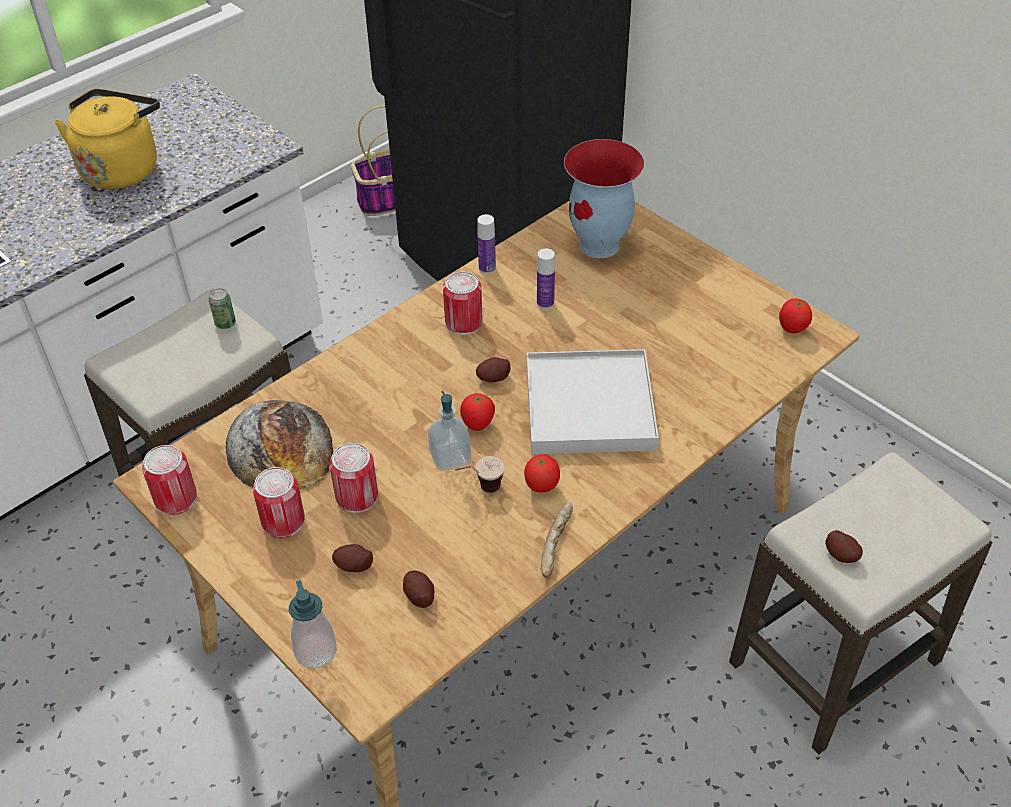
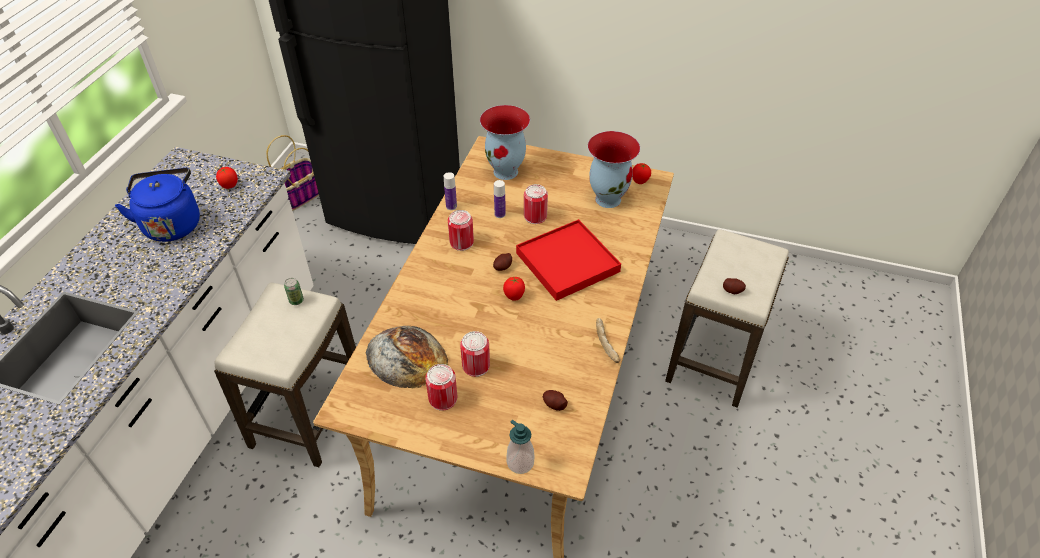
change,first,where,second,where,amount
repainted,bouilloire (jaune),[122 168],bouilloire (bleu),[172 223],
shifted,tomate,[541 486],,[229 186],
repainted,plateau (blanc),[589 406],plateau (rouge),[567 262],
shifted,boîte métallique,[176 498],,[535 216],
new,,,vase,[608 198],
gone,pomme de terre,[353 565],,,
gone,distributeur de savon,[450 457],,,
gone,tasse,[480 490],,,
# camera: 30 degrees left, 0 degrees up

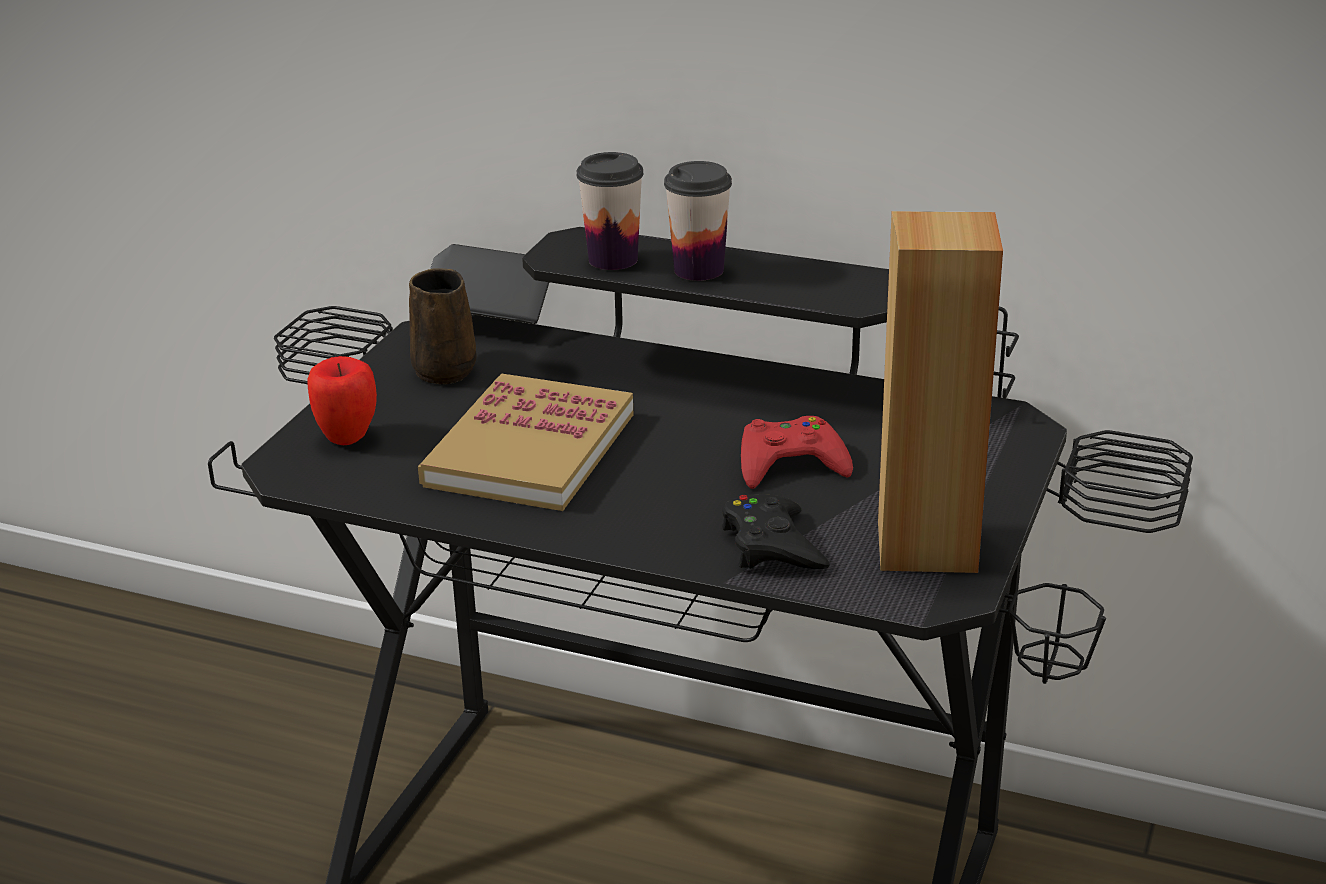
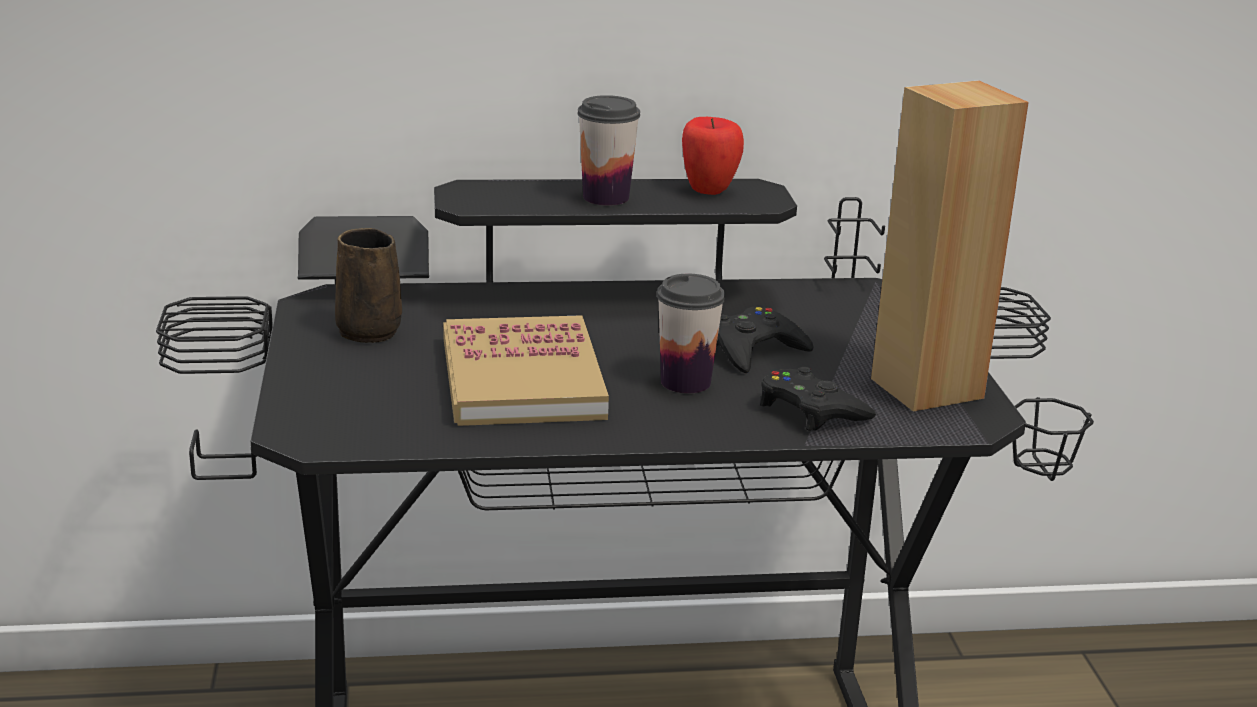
change,first,where,second,where,amount
shifted,tasse,[613 259],,[685 382],
shifted,pomme,[347 437],,[709 190],
repainted,manette (rouge),[790 464],manette (noir),[754 350],
# camera: 30 degrees left, 5 degrees down

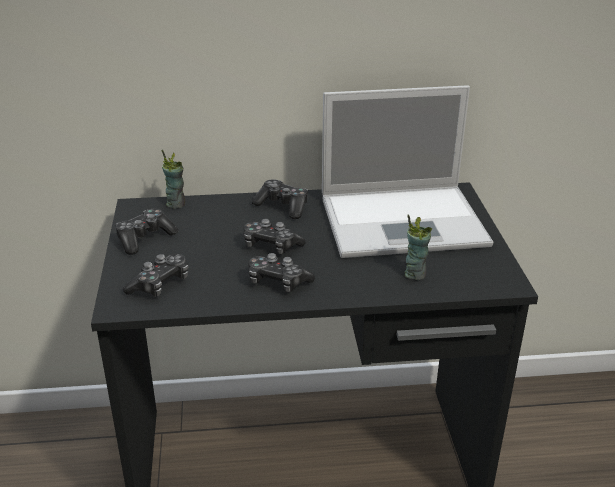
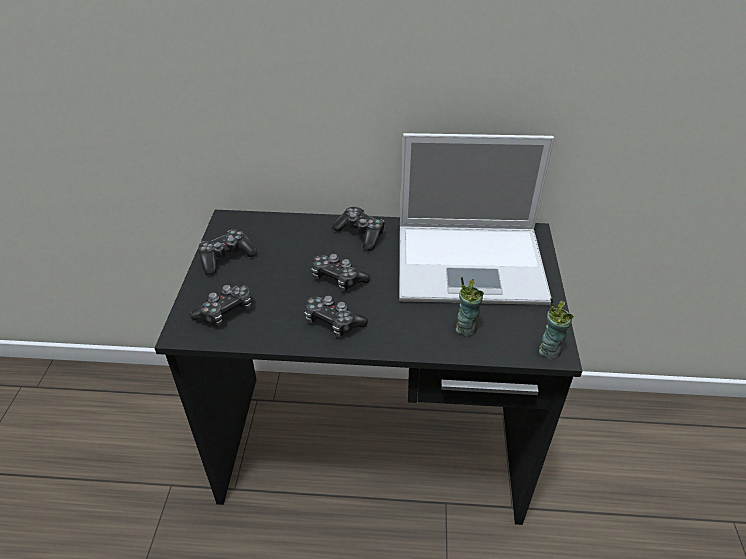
change,first,where,second,where,amount
shifted,tasse,[176 203],,[549 350],
# camera: 10 degrees right, 10 degrees up

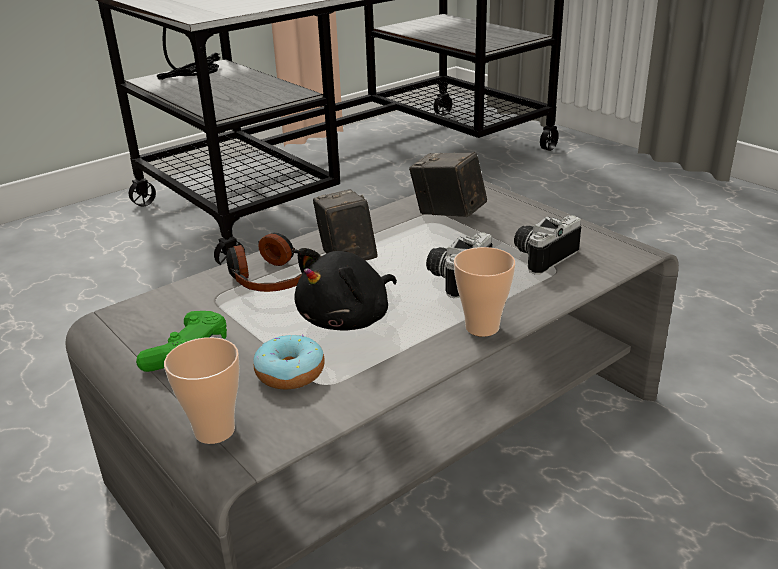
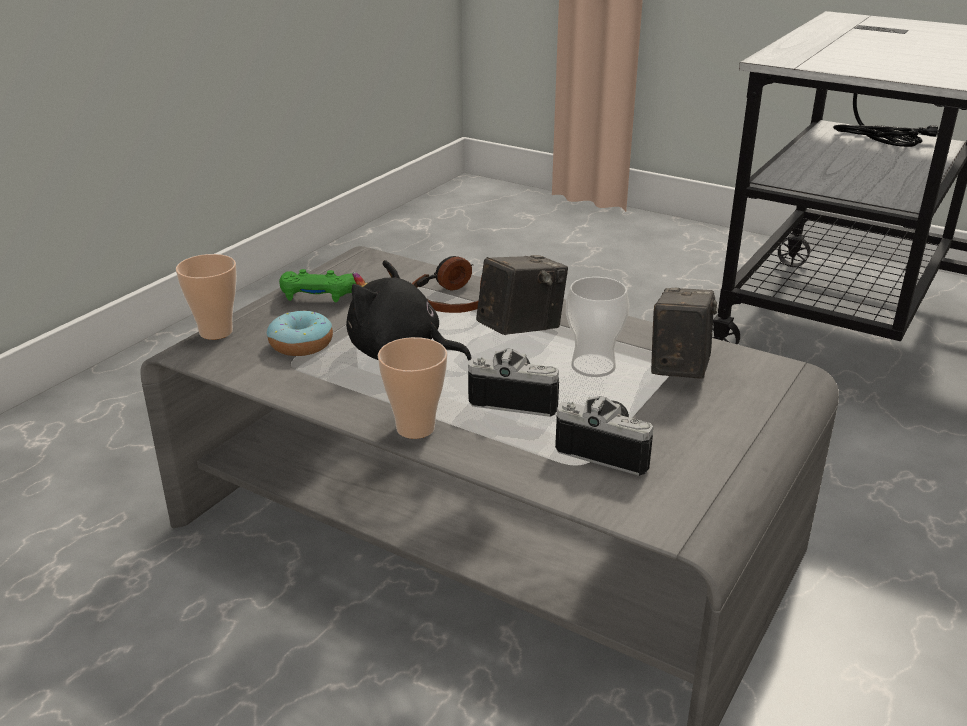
change,first,where,second,where,amount
new,,,tasse,[593 366],
# camera: 70 degrees right, 0 degrees up

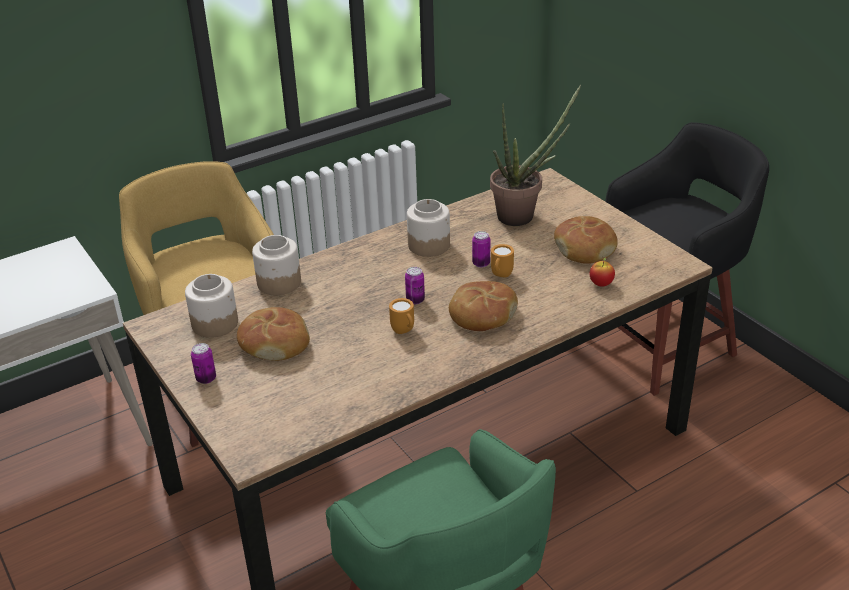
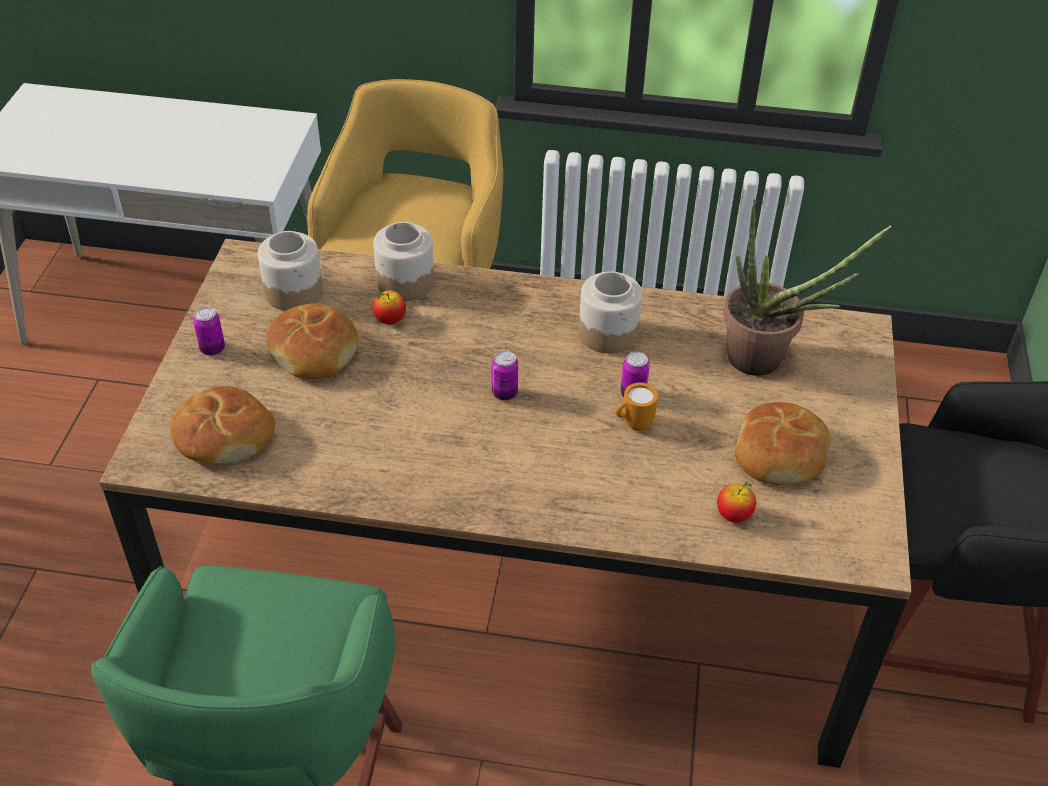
change,first,where,second,where,amount
shifted,pain,[482 315],,[223 436],
new,,,pomme,[390 320],
gone,mug (orange),[404 332],,,
# camera: 40 degrees right, 10 degrees up

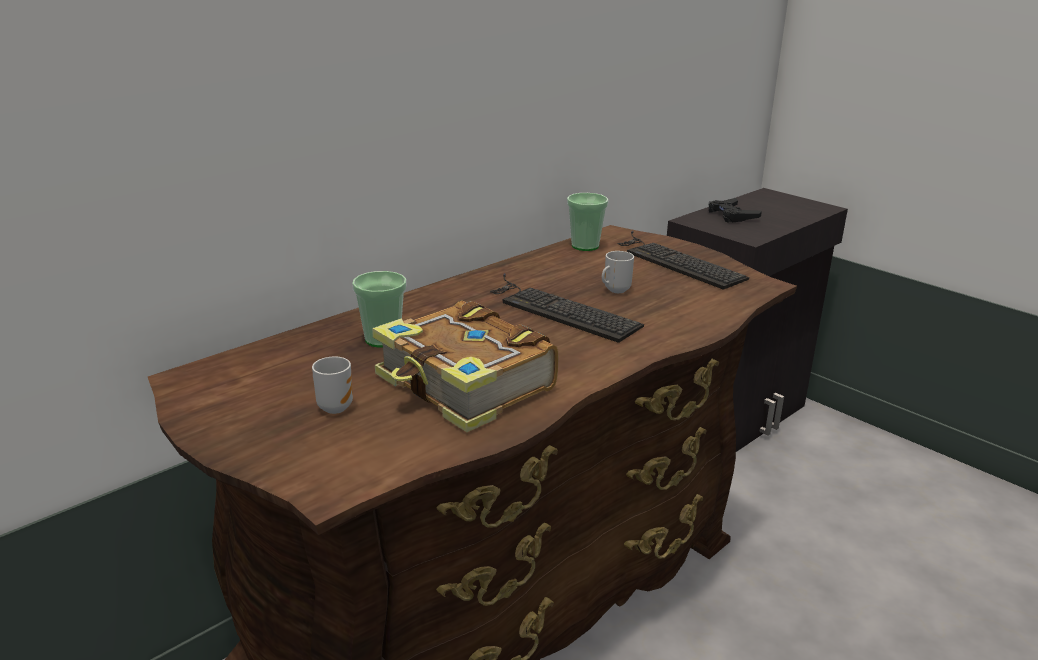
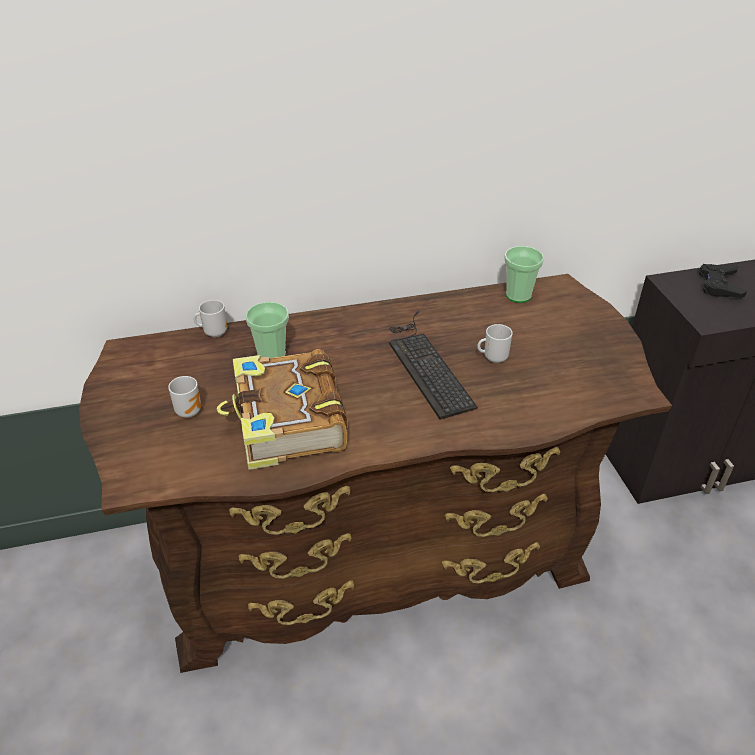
change,first,where,second,where,amount
new,,,mug,[214 332],
gone,clavier,[674 261],,,
# camera: 30 degrees right, 15 degrees up

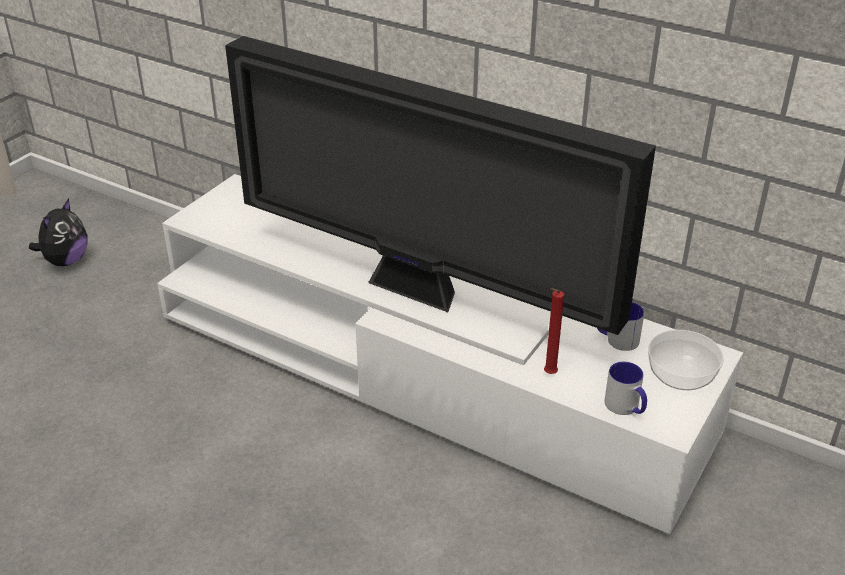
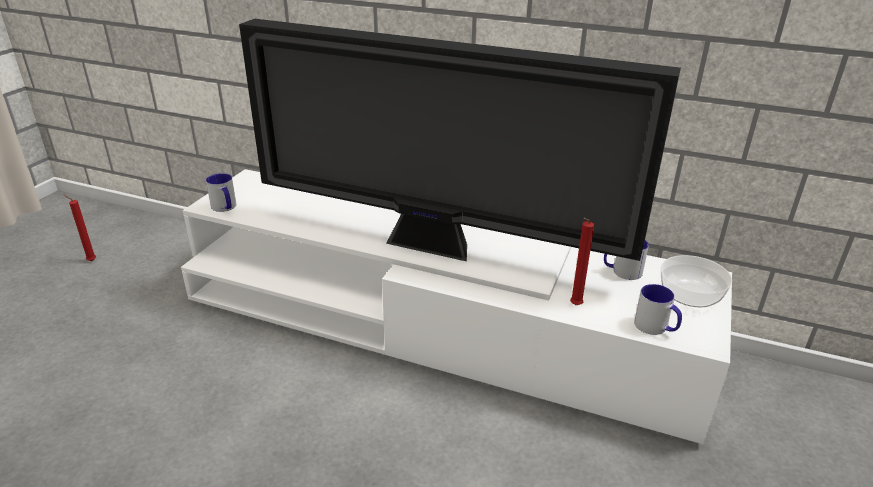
change,first,where,second,where,amount
swapped,peluche,[66 261],bougie (rouge),[90 261],
new,,,mug,[225 208],
# camera: 10 degrees left, 5 degrees down

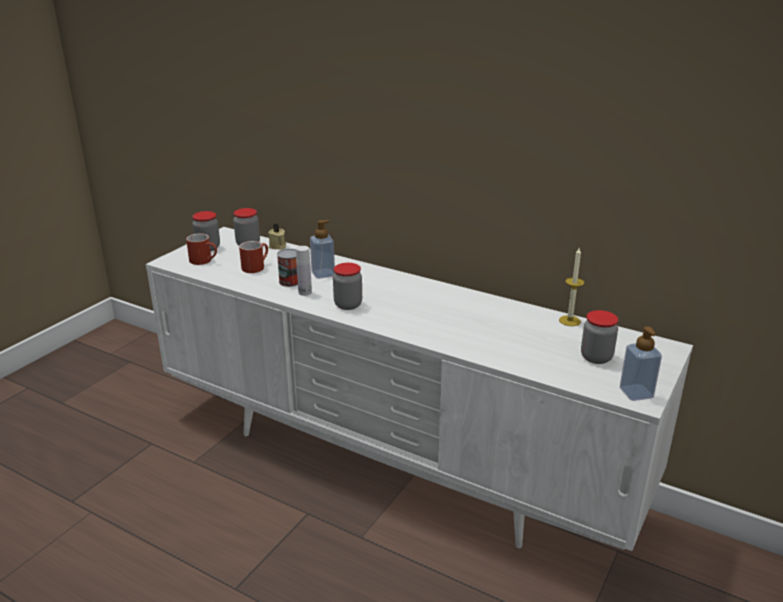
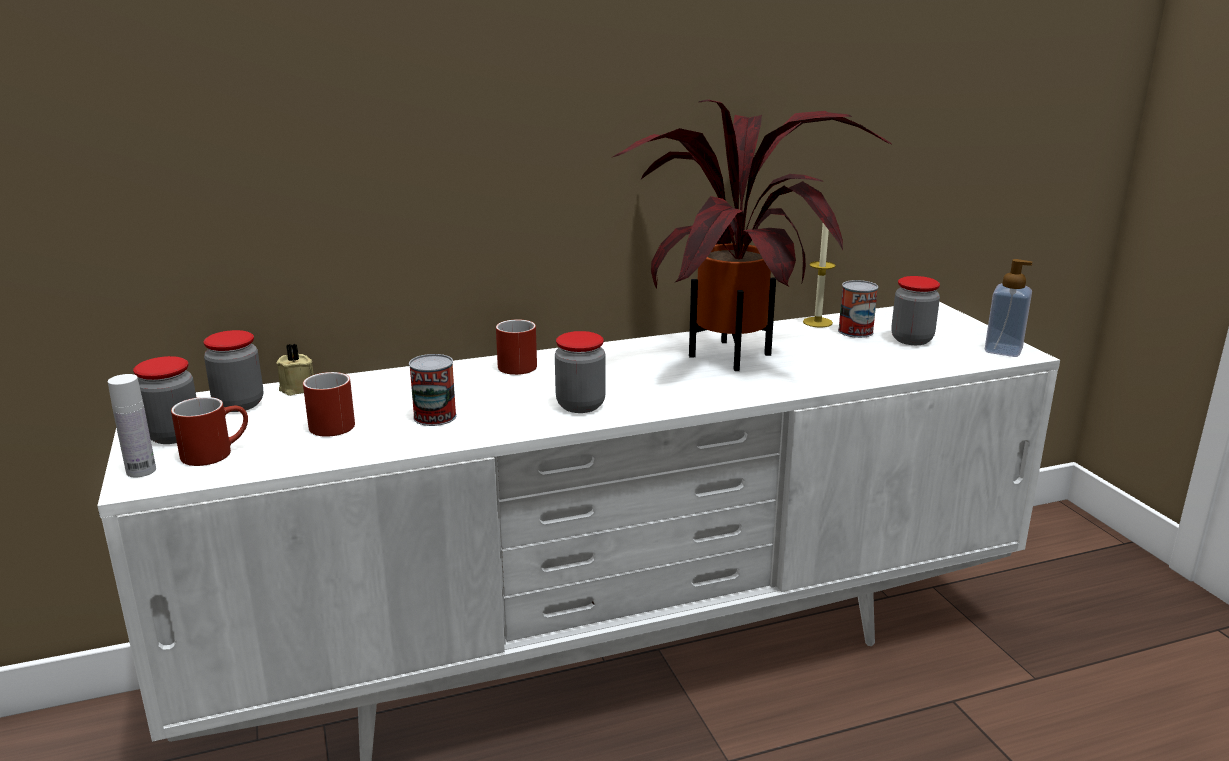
change,first,where,second,where,amount
shifted,bouteille (blanc),[305 292],,[141 471],
new,,,mug (rouge),[519 364],
new,,,plante en pot,[734 359],
new,,,boîte métallique,[855 331],
gone,distributeur de savon,[323 274],,,
# camera: 50 degrees left, 5 degrees down

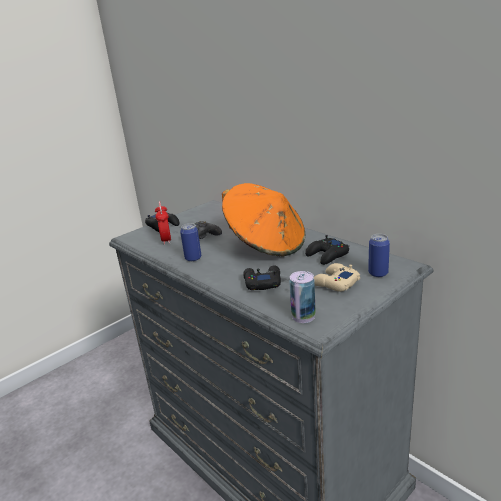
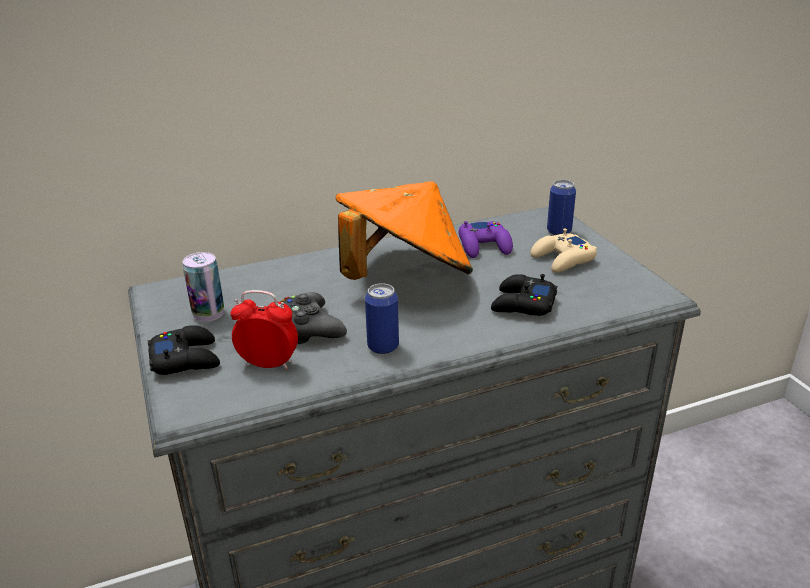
change,first,where,second,where,amount
shifted,boîte métallique,[303 316],,[208 313],
repainted,manette (noir),[327 255],manette (violet),[484 246],
# camera: 70 degrees left, 5 degrees up

